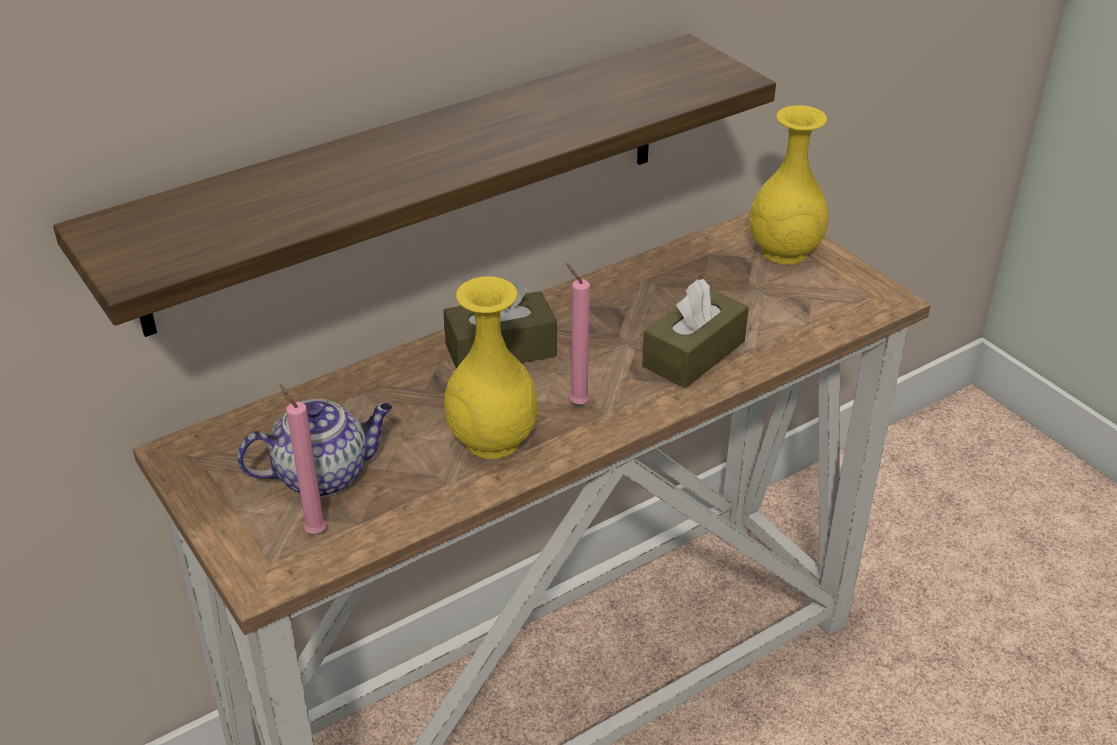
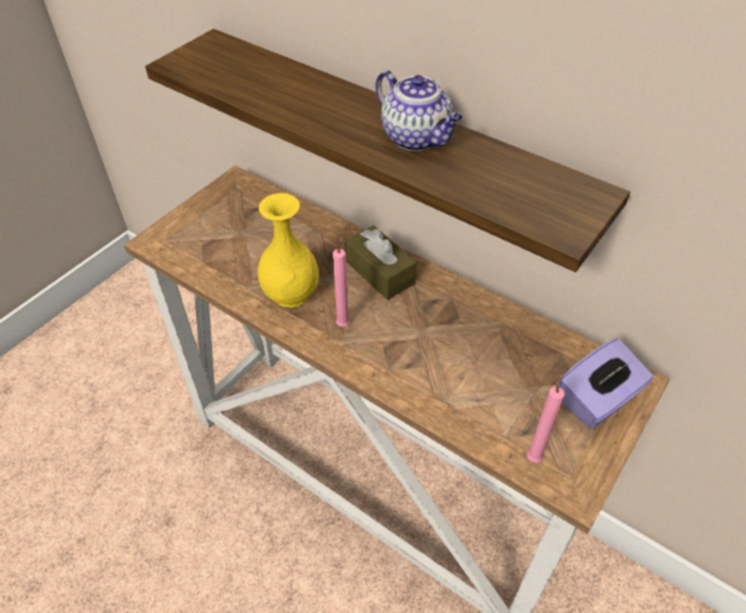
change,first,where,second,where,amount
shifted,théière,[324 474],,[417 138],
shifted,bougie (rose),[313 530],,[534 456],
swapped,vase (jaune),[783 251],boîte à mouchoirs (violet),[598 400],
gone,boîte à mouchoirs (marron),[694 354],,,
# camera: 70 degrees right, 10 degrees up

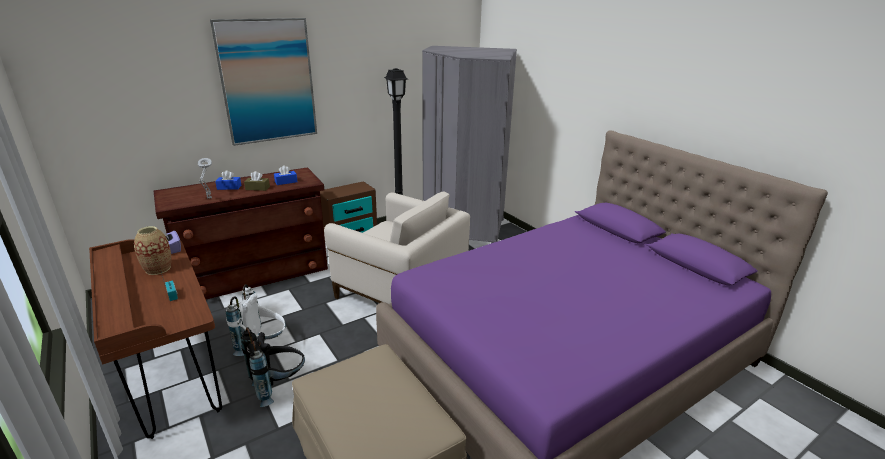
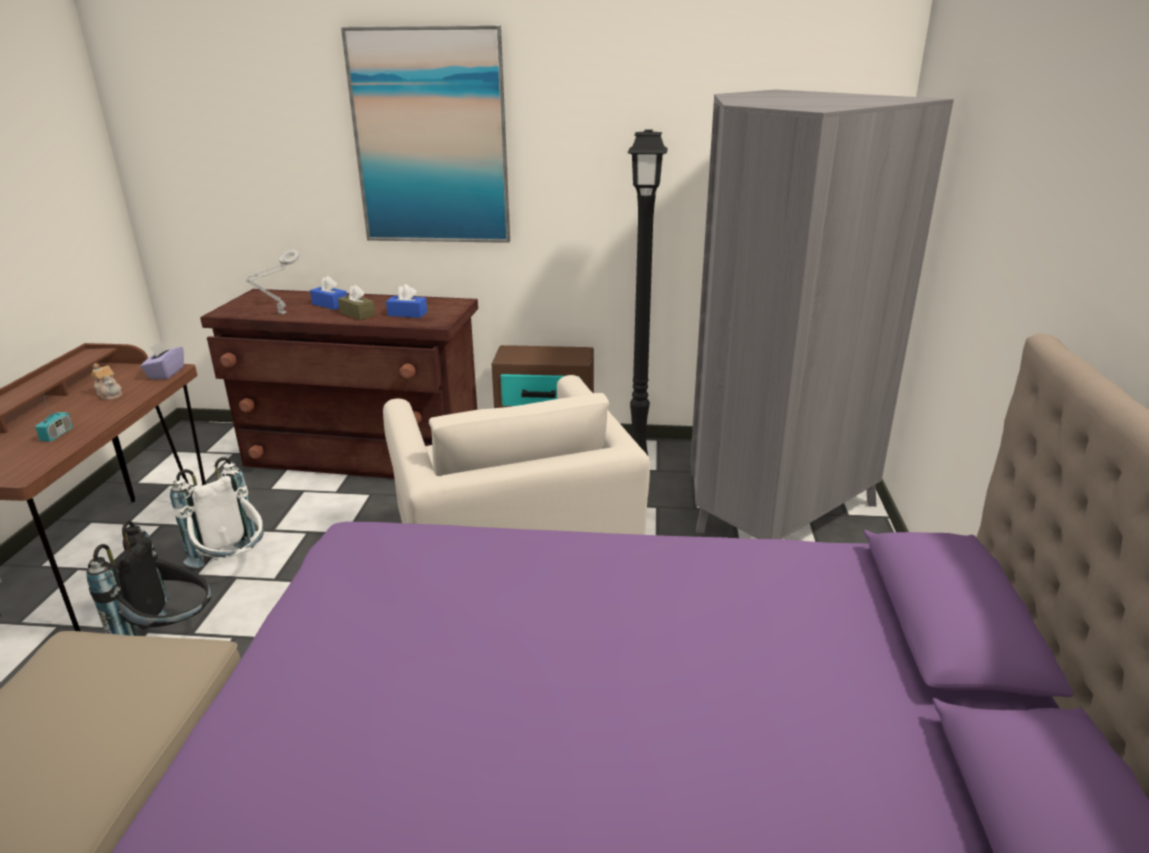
change,first,where,second,where,amount
swapped,vase,[158 269],théière,[110 394],
# camera: 40 degrees right, 0 degrees up

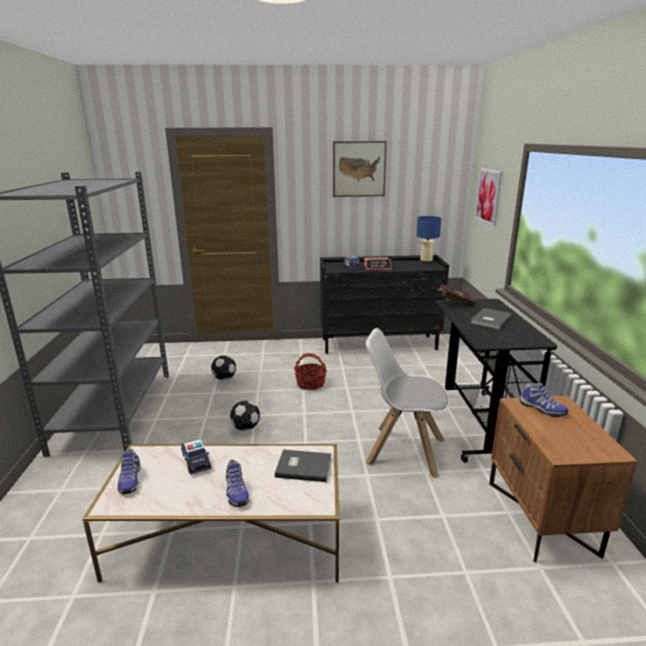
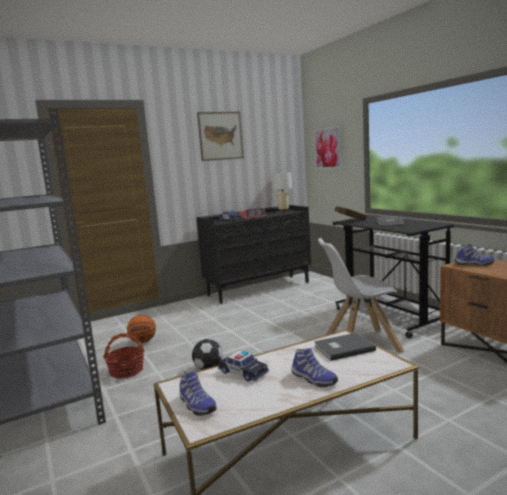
change,first,where,second,where,amount
shifted,panier,[310 384],,[126 371],
swapped,ballon de foot,[224 378],ballon de basket,[143 341],
repainted,lampe de table (bleu),[425 262],lampe de table (blanc),[283 210],
# camera: 25 degrees left, 10 degrees down

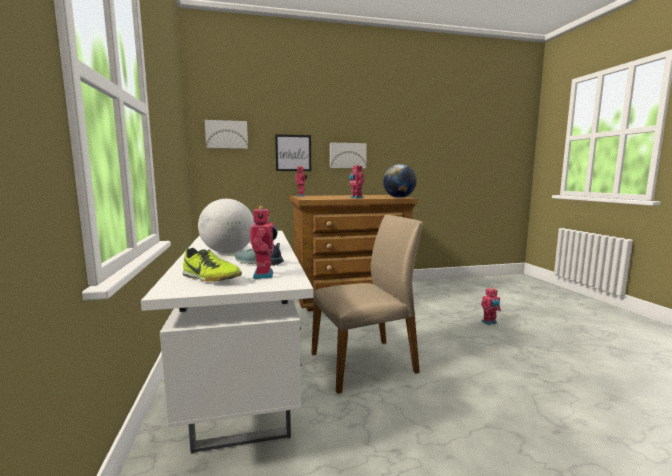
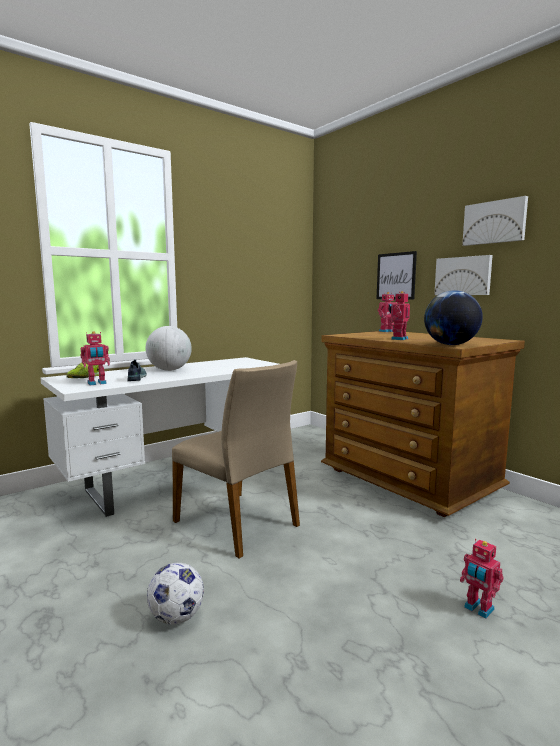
change,first,where,second,where,amount
new,,,ballon de foot,[176 617],
shifted,tableau,[227 134],,[494 222],
# camera: 65 degrees right, 0 degrees up

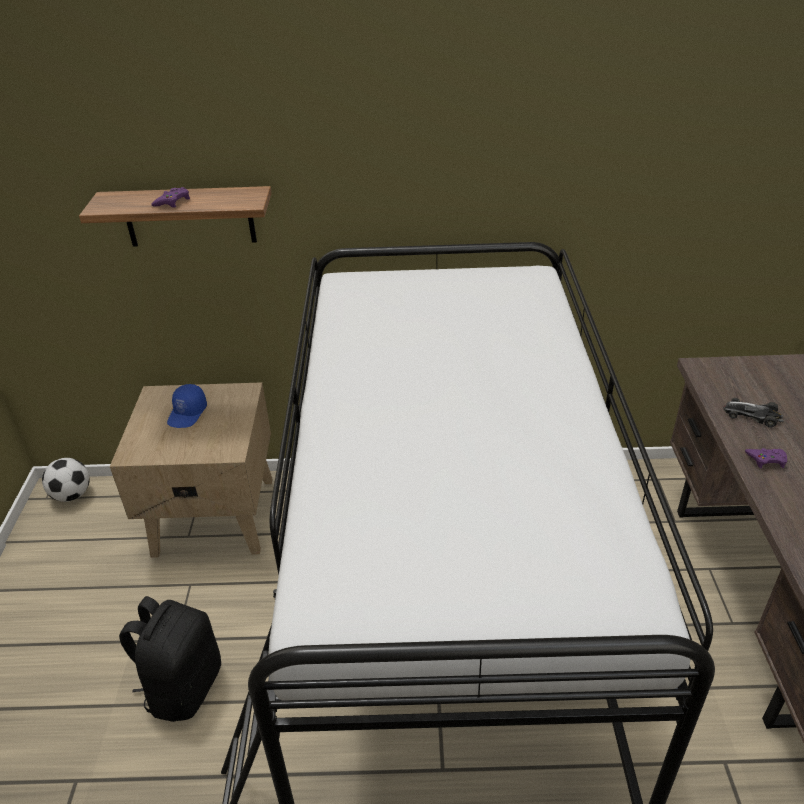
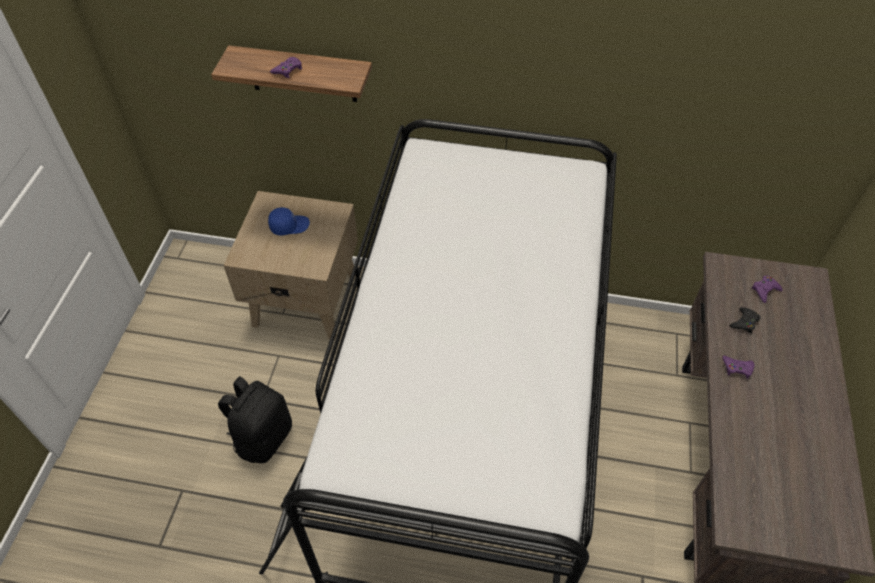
change,first,where,second,where,amount
rotated,casquette (bleu),[188 414],,[289 225],135 degrees counterclockwise
swapped,petite voiture,[752 415],manette (noir),[744 322],
new,,,manette (violet),[765 290],
gone,ballon de foot,[72 495],,,
# camera: 10 degrees right, 15 degrees up

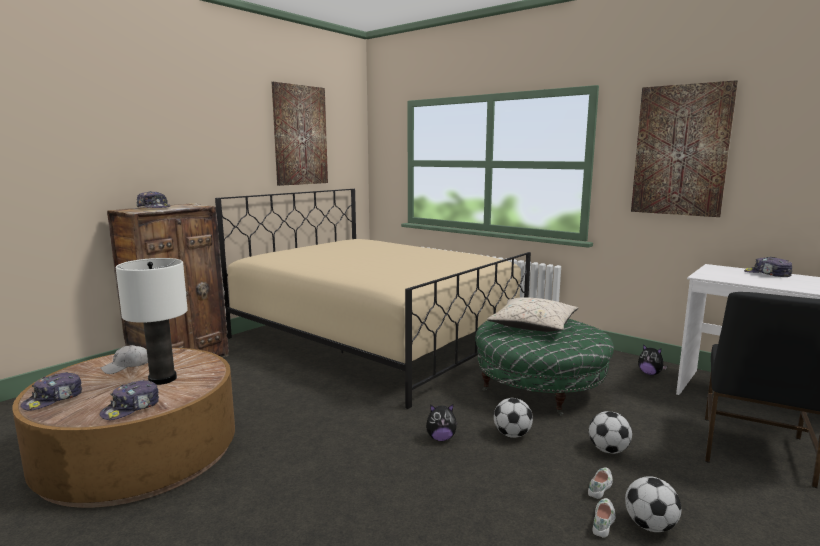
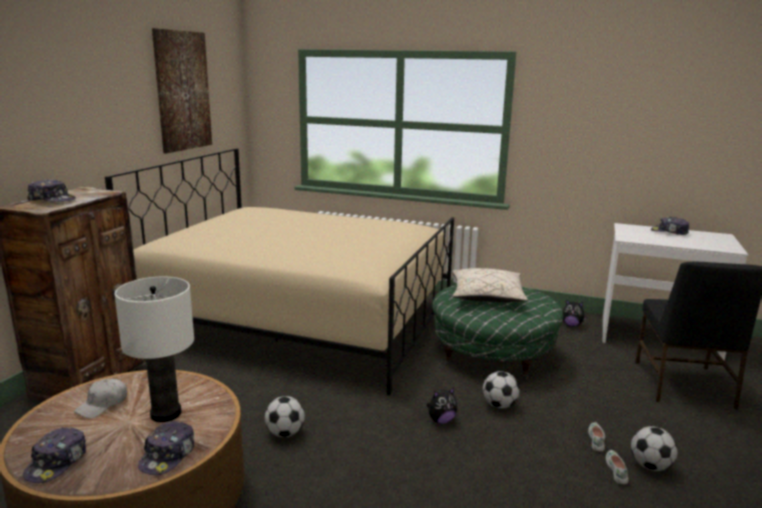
change,first,where,second,where,amount
shifted,ballon de foot,[608 450],,[285 433],
gone,tableau,[681 150],,,
# camera: 20 degrees left, 5 degrees up

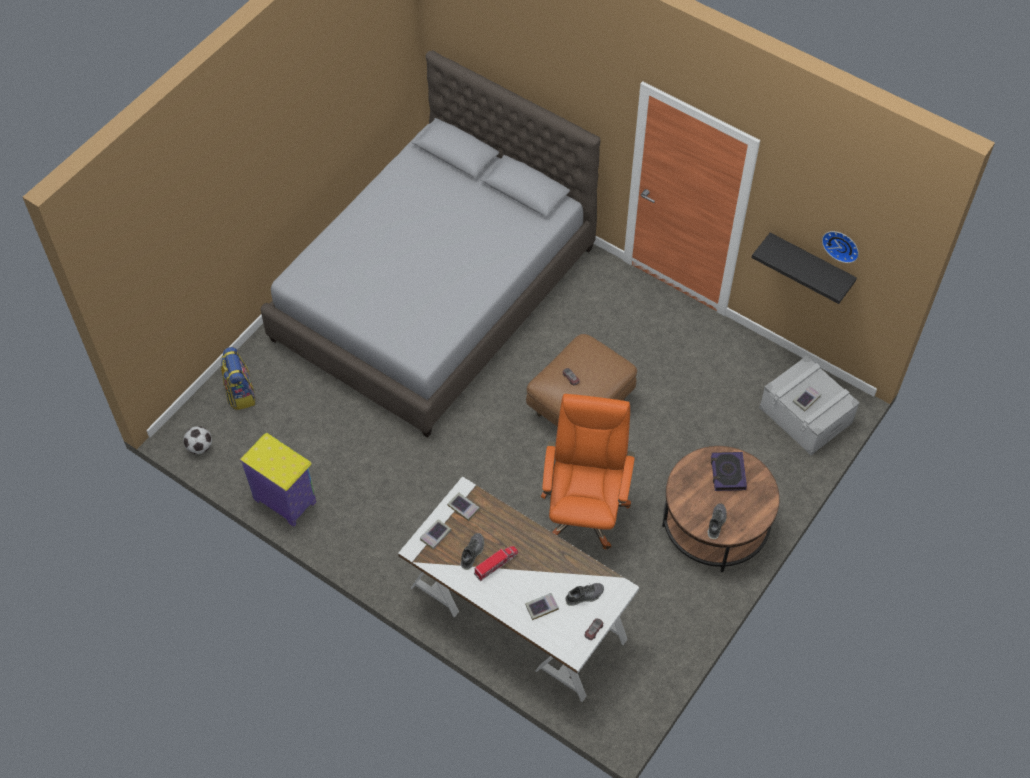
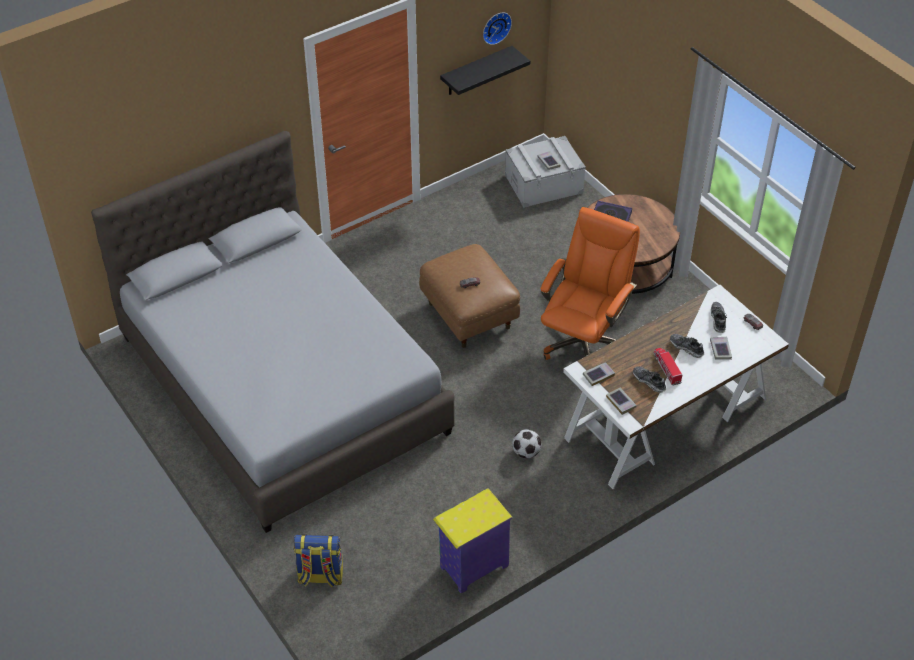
change,first,where,second,where,amount
shifted,ballon de foot,[200 447],,[526 452],
rotated,chaise de bureau (orange),[584 514],,[582 345],90 degrees clockwise
shifted,chaussure,[716 522],,[686 348],
# camera: 70 degrees left, 10 degrees down

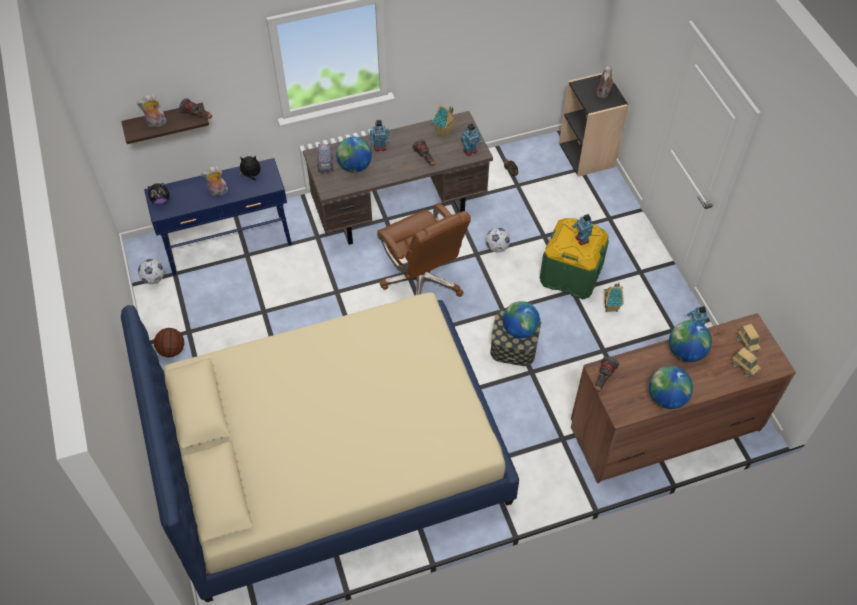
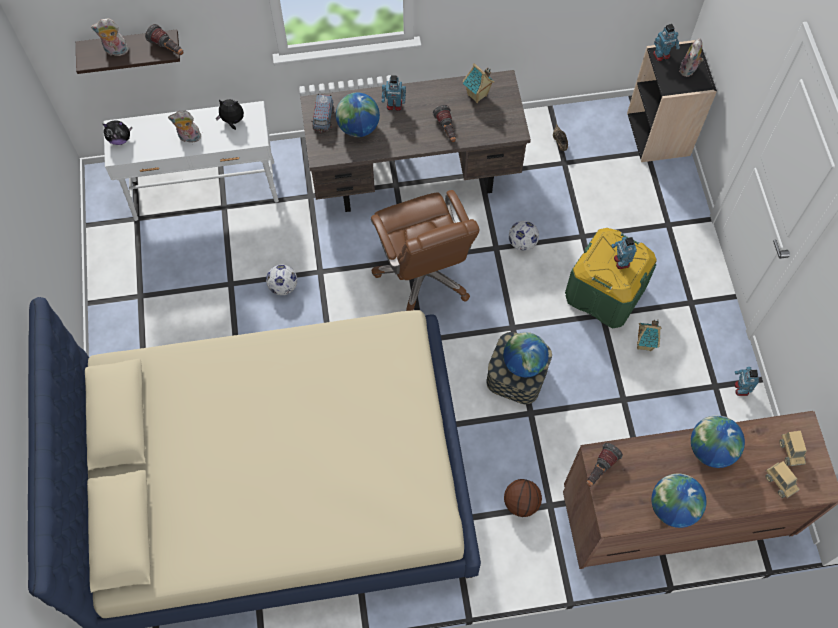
change,first,where,second,where,amount
repainted,table console (bleu),[229 245],table console (blanc),[205 191],
shifted,ballon de foot,[154 279],,[283 286],
shifted,ballon de basket,[172 350],,[521 503],
shifted,robot jouet,[470 151],,[661 55],
# camera: 10 degrees right, 10 degrees up

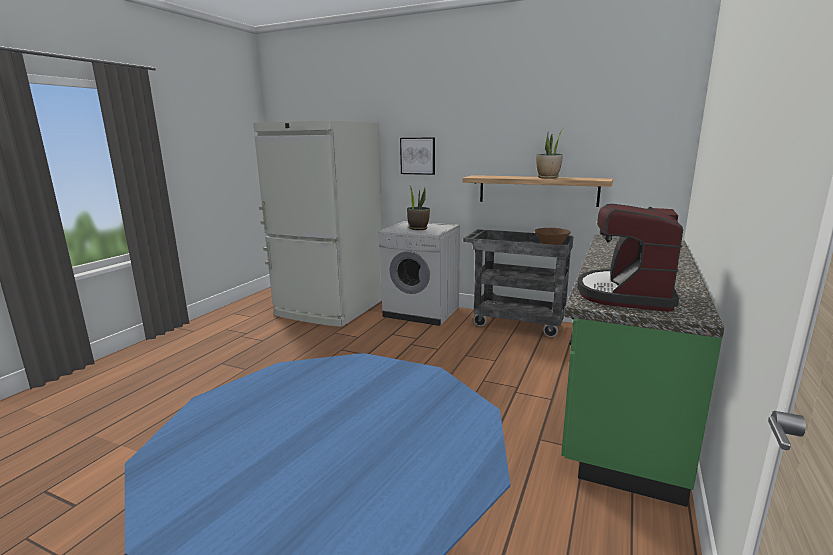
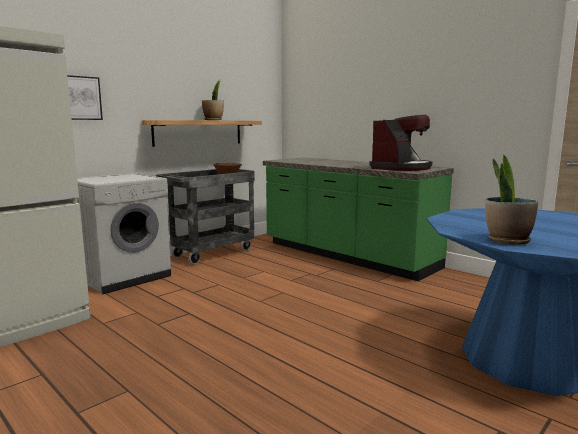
change,first,where,second,where,amount
rotated,machine à café,[626 294],,[401 168],90 degrees counterclockwise
shifted,plante en pot,[418 228],,[507 240],
# camera: 70 degrees left, 5 degrees down

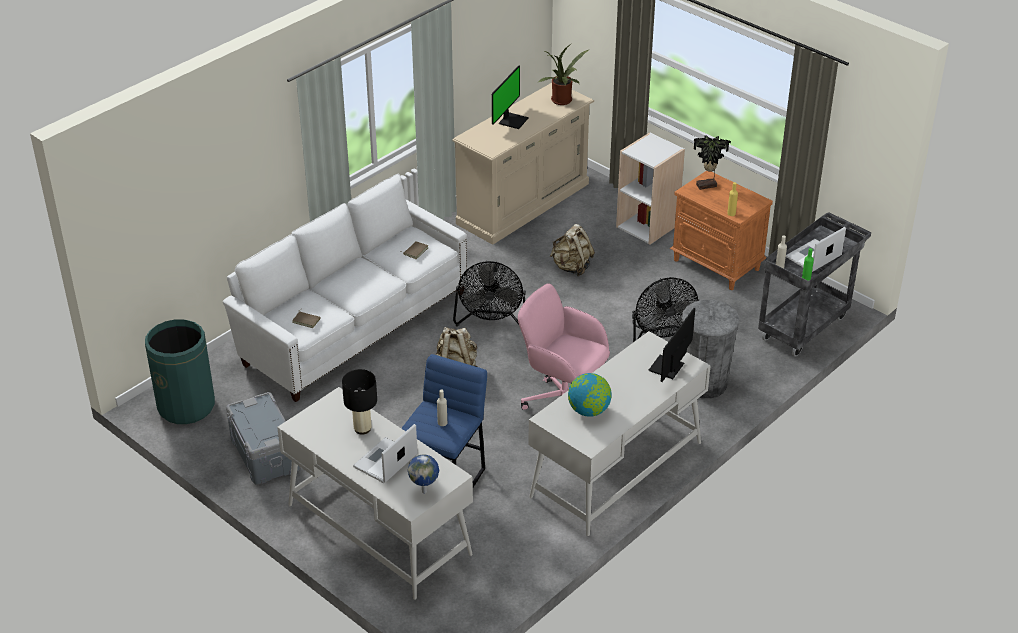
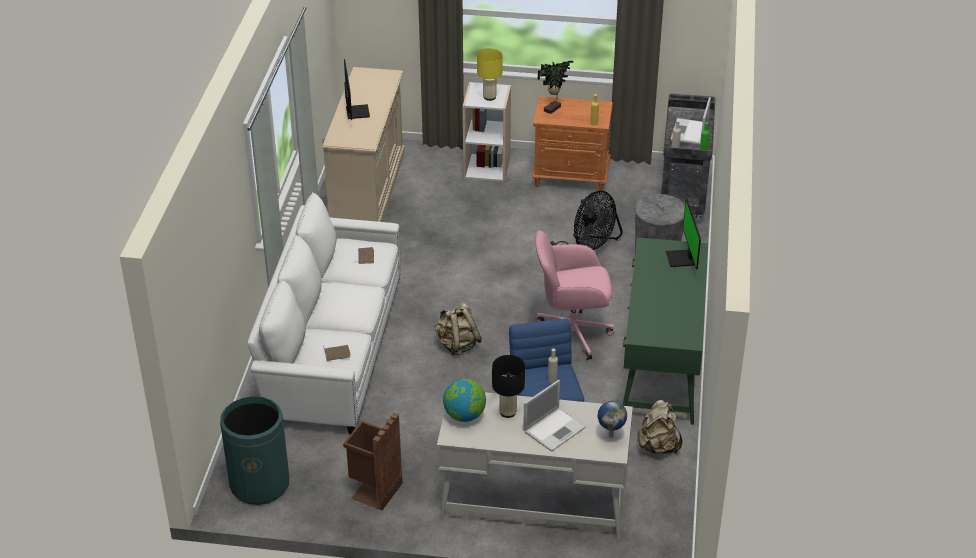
change,first,where,second,where,amount
swapped,boîte de rangement (gris),[264 454],poubelle (marron),[374 490],
shifted,globe,[589 411],,[464 415],
new,,,lampe de table (jaune),[489 97],
rotated,ordinateur portable,[385 462],,[555 429],135 degrees counterclockwise
repainted,bureau (blanc),[616 469],bureau (vert),[661 365],
shifted,sac à dos (beige),[571 267],,[658 446],
gone,ventilateur (noir),[489 319],,,
gone,plante en pot,[562 101],,,
# camera: 35 degrees left, 0 degrees up

